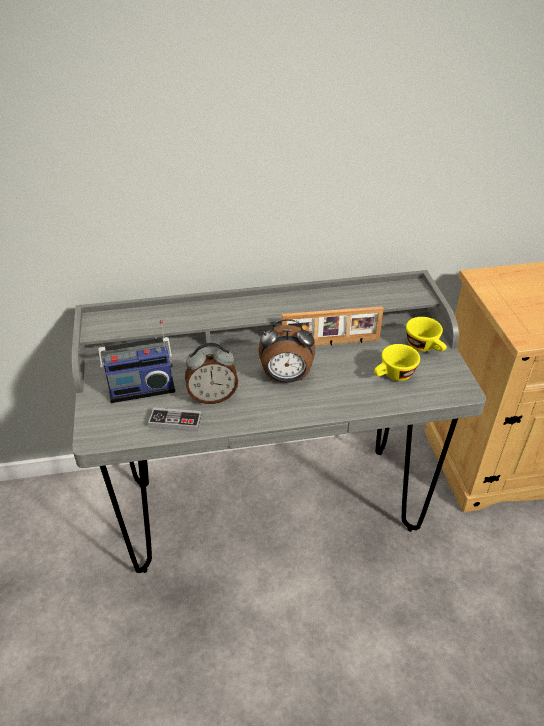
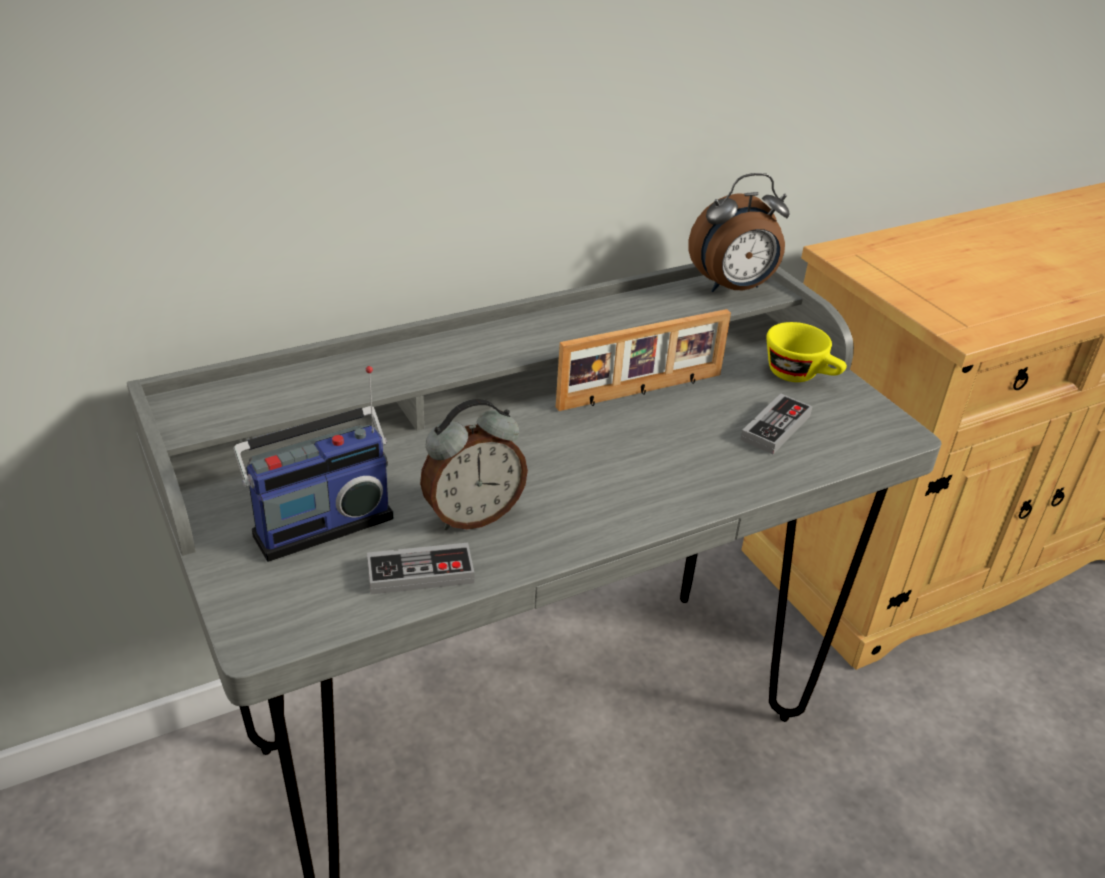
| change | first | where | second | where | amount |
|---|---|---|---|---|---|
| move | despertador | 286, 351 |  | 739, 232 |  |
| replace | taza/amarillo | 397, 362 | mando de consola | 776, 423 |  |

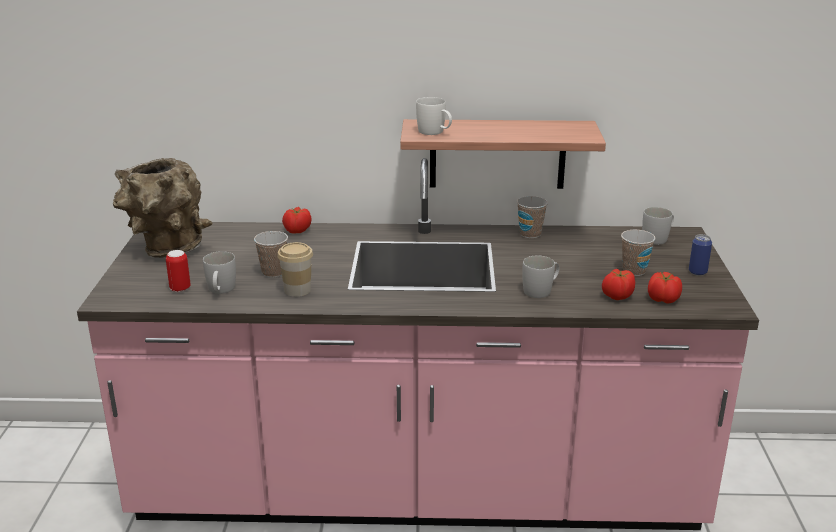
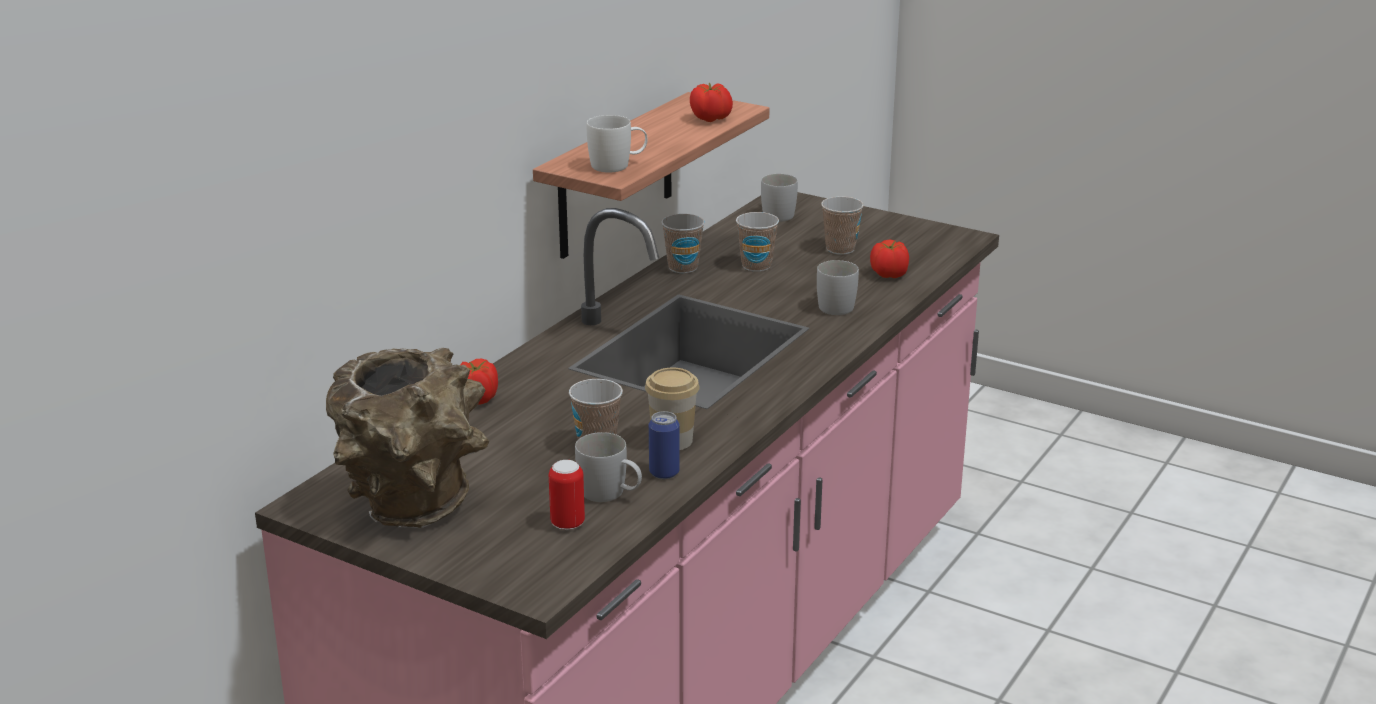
| change | first | where | second | where | amount |
|---|---|---|---|---|---|
| move | lata | 700, 255 |  | 664, 445 |  |
| move | tomate | 665, 288 |  | 711, 102 |  |
| insert |  |  | taza | 757, 242 |  |

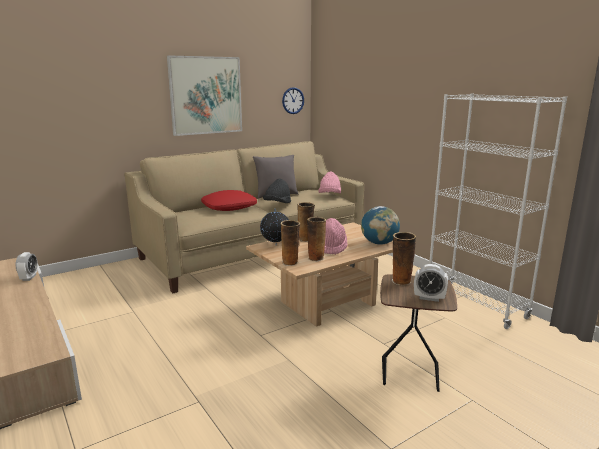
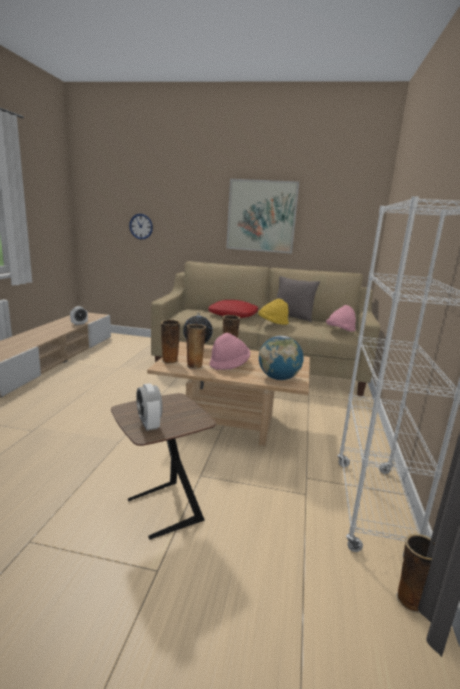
| change | first | where | second | where | amount |
|---|---|---|---|---|---|
| move | reloj de pared | 293, 100 |  | 141, 226 |  |
| recolor | sombrero/negro | 277, 191 | sombrero/amarillo | 273, 312 |  |
| move | florero | 404, 258 |  | 415, 573 |  |

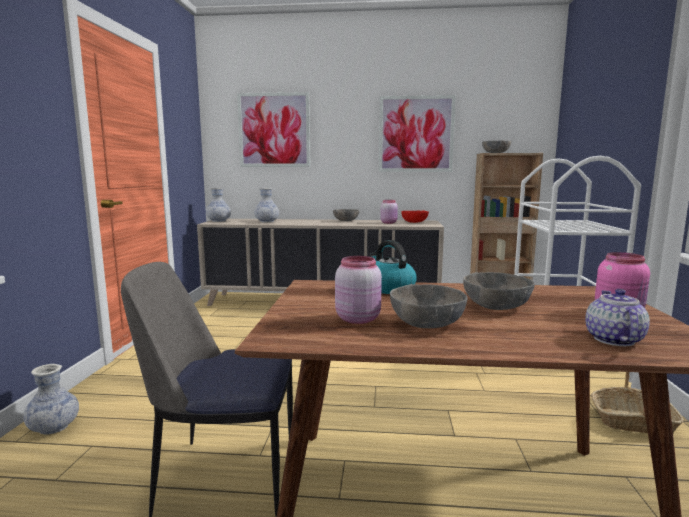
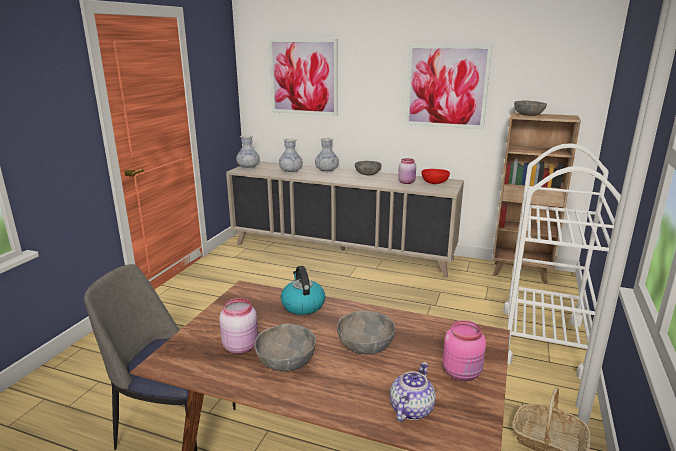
| change | first | where | second | where | amount |
|---|---|---|---|---|---|
| move | florero | 51, 399 |  | 327, 155 |  |

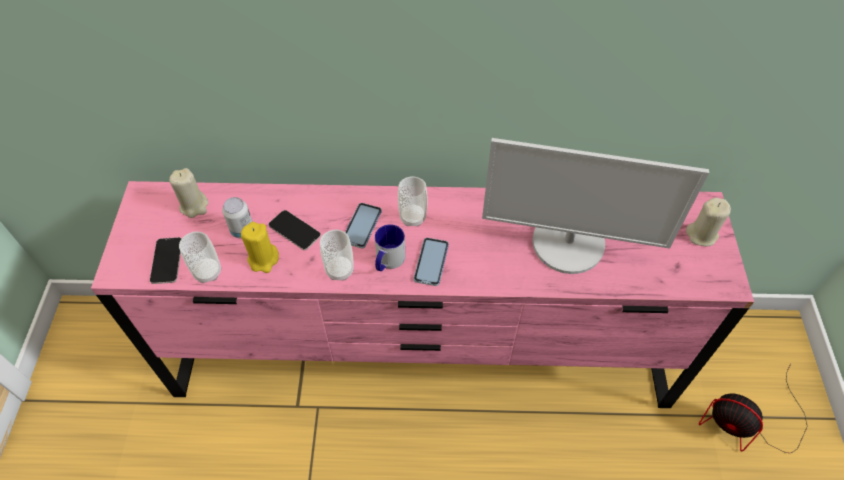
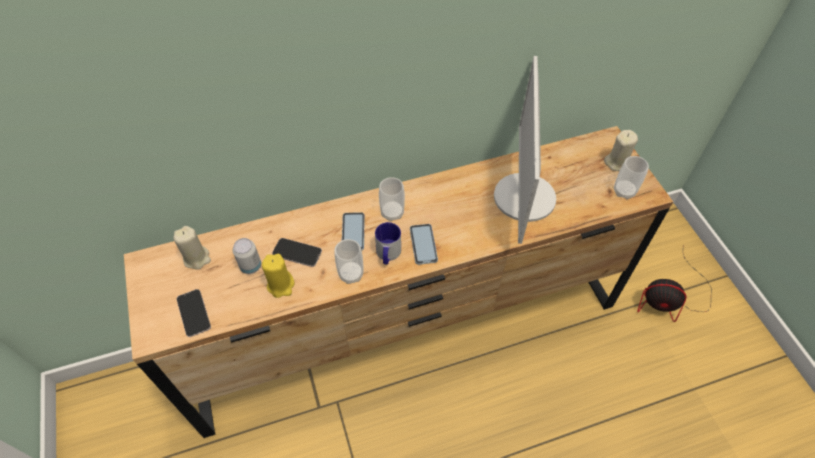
| change | first | where | second | where | amount |
|---|---|---|---|---|---|
| rotate | monitor | 595, 206 |  | 525, 150 | 105 degrees clockwise |
| recolor | cómoda/rosa | 422, 294 | cómoda/marrón | 398, 282 |  |
| move | taza | 200, 257 |  | 631, 178 |  |

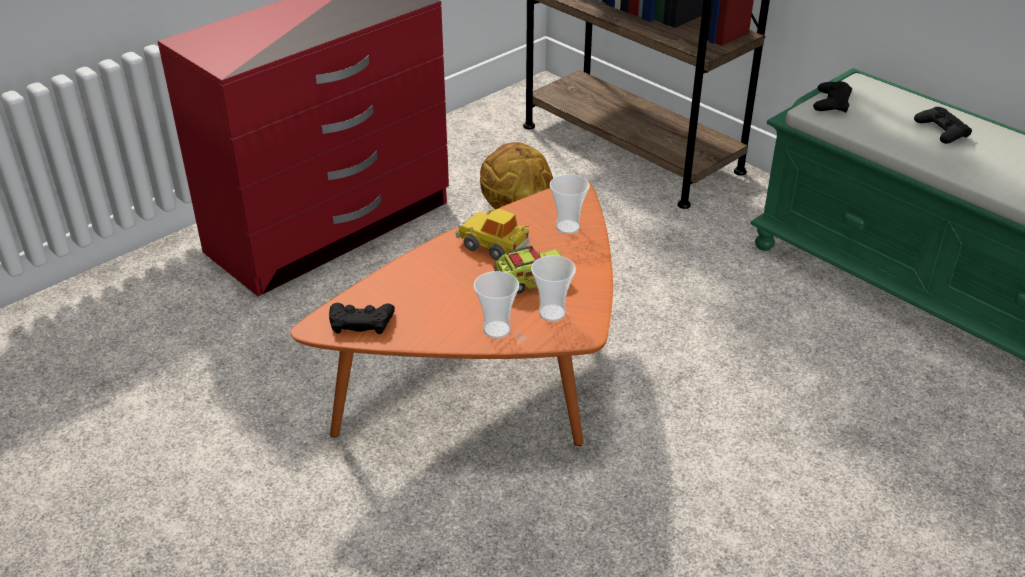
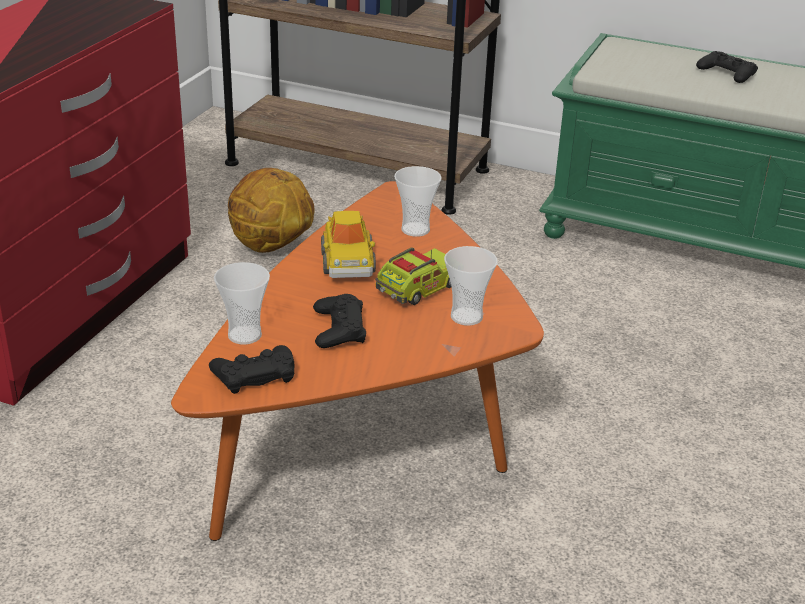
| change | first | where | second | where | amount |
|---|---|---|---|---|---|
| move | mando de consola/negro | 832, 97 |  | 339, 321 |  |
| rotate | coche de juguete | 493, 235 |  | 348, 244 | 105 degrees counterclockwise |
| move | taza | 496, 305 |  | 242, 303 |  |

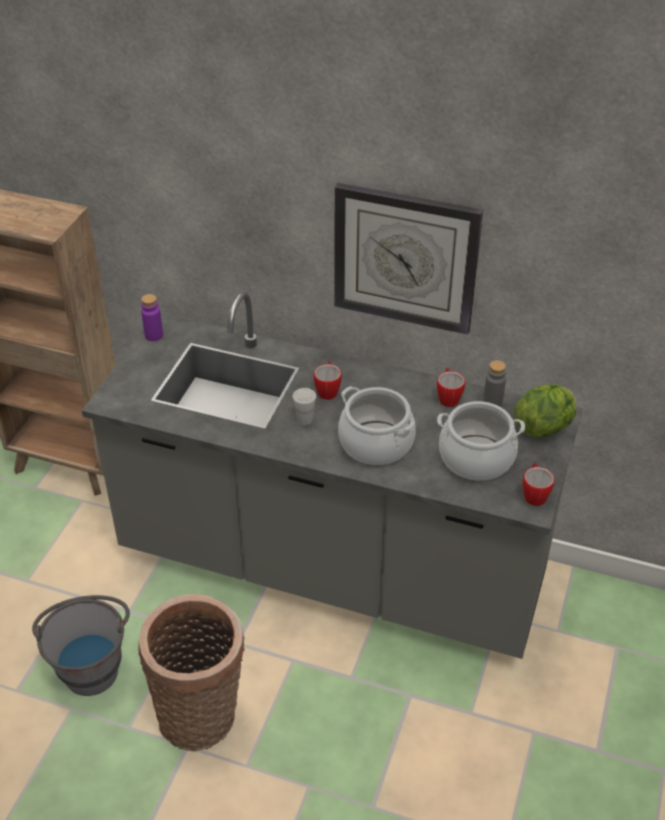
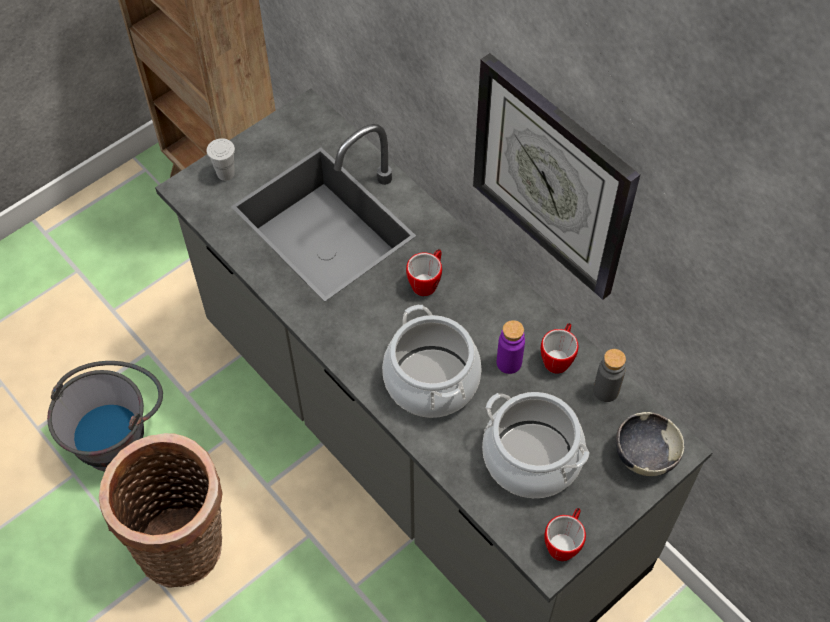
| change | first | where | second | where | amount |
|---|---|---|---|---|---|
| move | botella/morado | 152, 317 |  | 511, 347 |  |
| replace | lechuga | 545, 411 | cuenco | 650, 444 |  |
| move | taza/blanco | 304, 406 |  | 221, 159 |  |

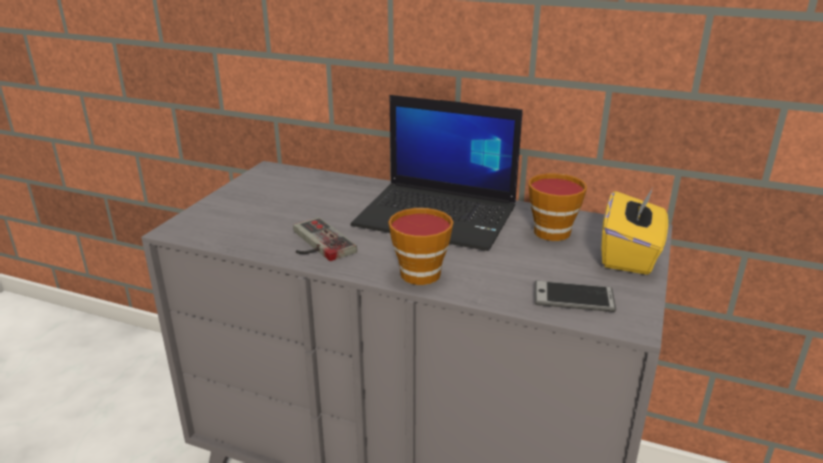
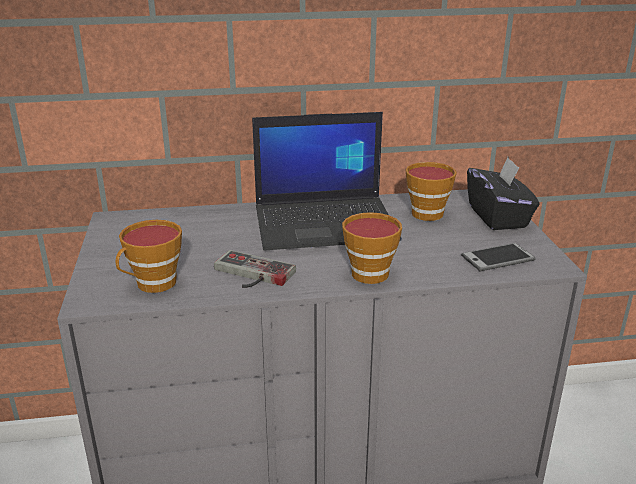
| change | first | where | second | where | amount |
|---|---|---|---|---|---|
| recolor | caja de pañuelos/amarillo | 634, 230 | caja de pañuelos/negro | 503, 193 |  |
| insert |  |  | taza | 149, 256 |  |

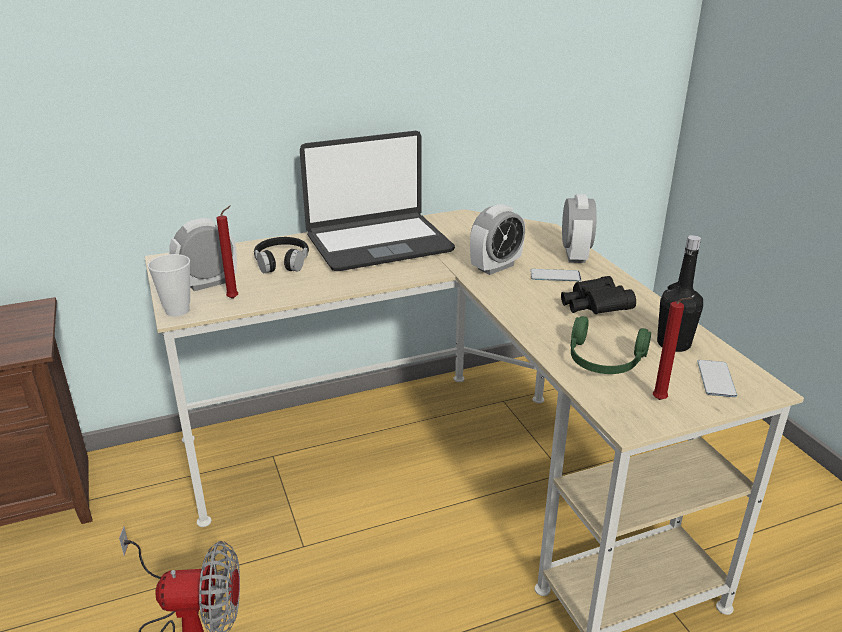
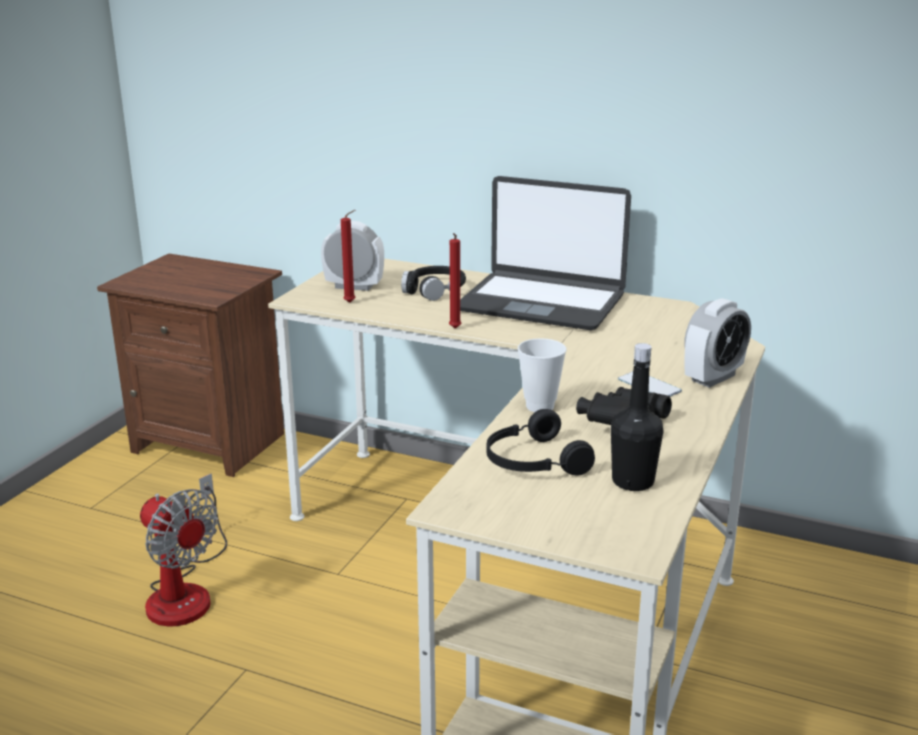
| change | first | where | second | where | amount |
|---|---|---|---|---|---|
| delete | despertador | 497, 239 |  |  |  |
| move | taza | 169, 285 |  | 542, 375 |  |
| move | vela/rojo | 672, 348 |  | 455, 281 |  |
| recolor | auriculares/verde | 610, 345 | auriculares/negro | 540, 442 |  |
| delete | móvil | 717, 378 |  |  |  |

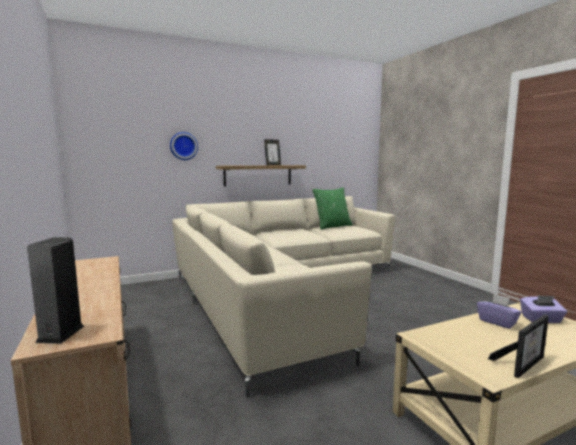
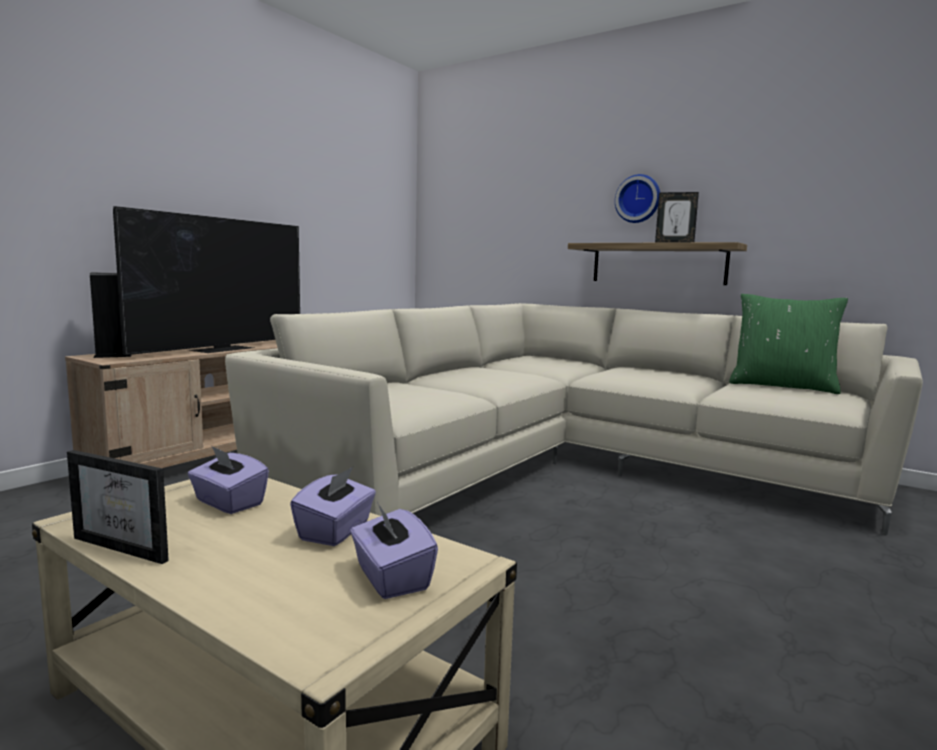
| change | first | where | second | where | amount |
|---|---|---|---|---|---|
| move | reloj de pared | 184, 146 |  | 637, 198 |  |
| insert |  |  | televisor | 206, 280 |  |
| insert |  |  | caja de pañuelos/morado | 228, 480 |  |

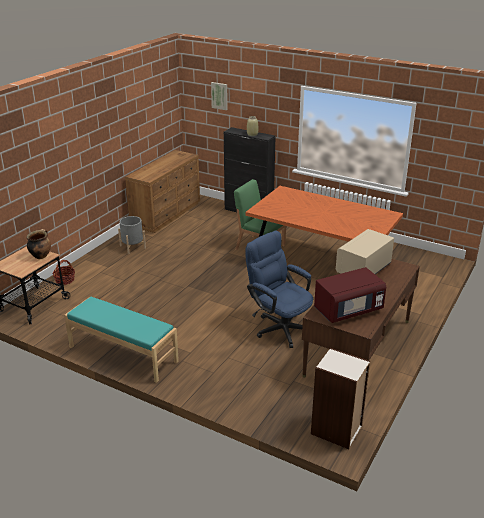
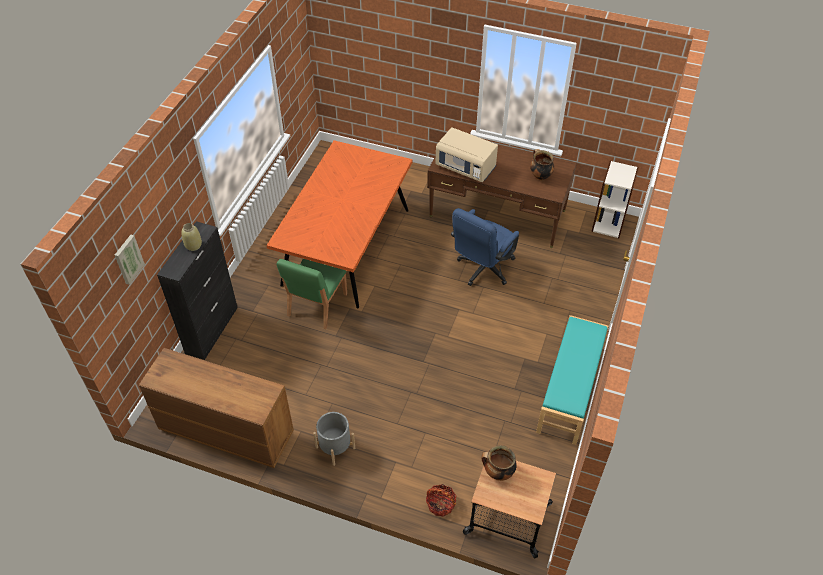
| change | first | where | second | where | amount |
|---|---|---|---|---|---|
| replace | microondas/rojo | 350, 295 | olla | 542, 164 |  |

